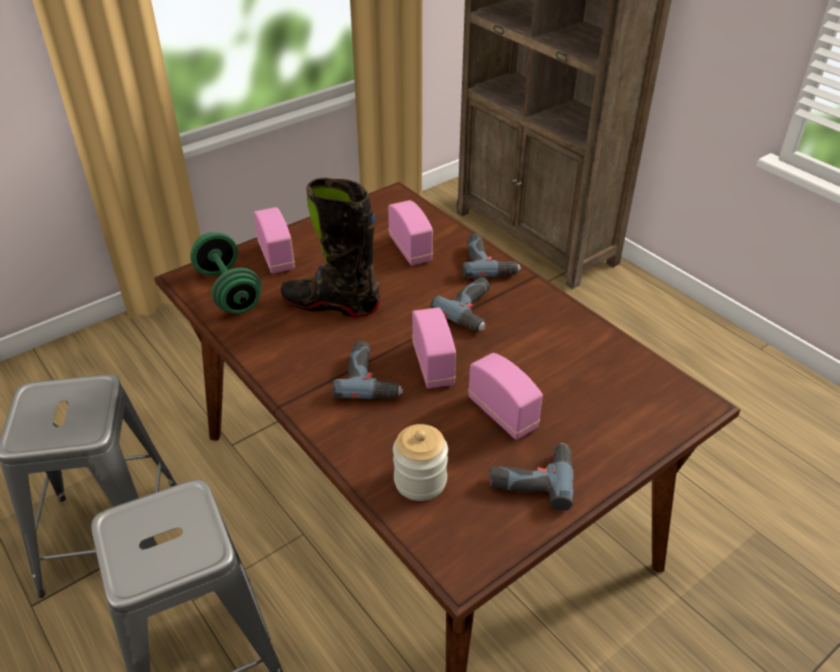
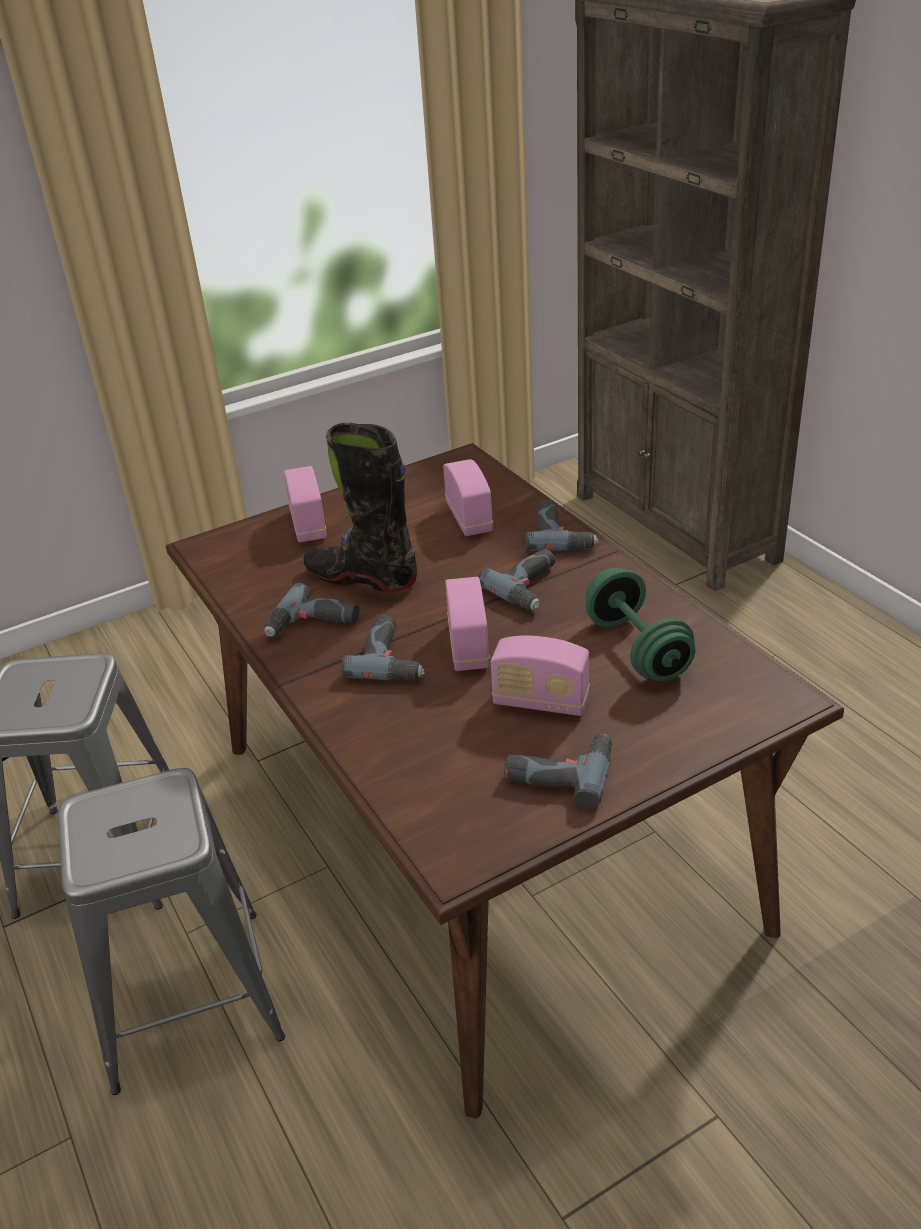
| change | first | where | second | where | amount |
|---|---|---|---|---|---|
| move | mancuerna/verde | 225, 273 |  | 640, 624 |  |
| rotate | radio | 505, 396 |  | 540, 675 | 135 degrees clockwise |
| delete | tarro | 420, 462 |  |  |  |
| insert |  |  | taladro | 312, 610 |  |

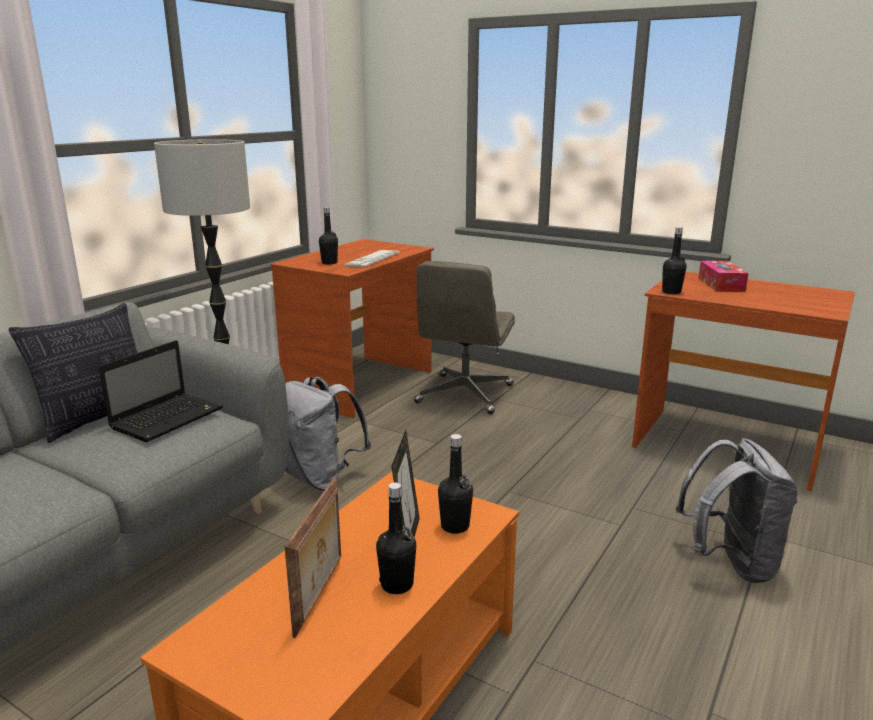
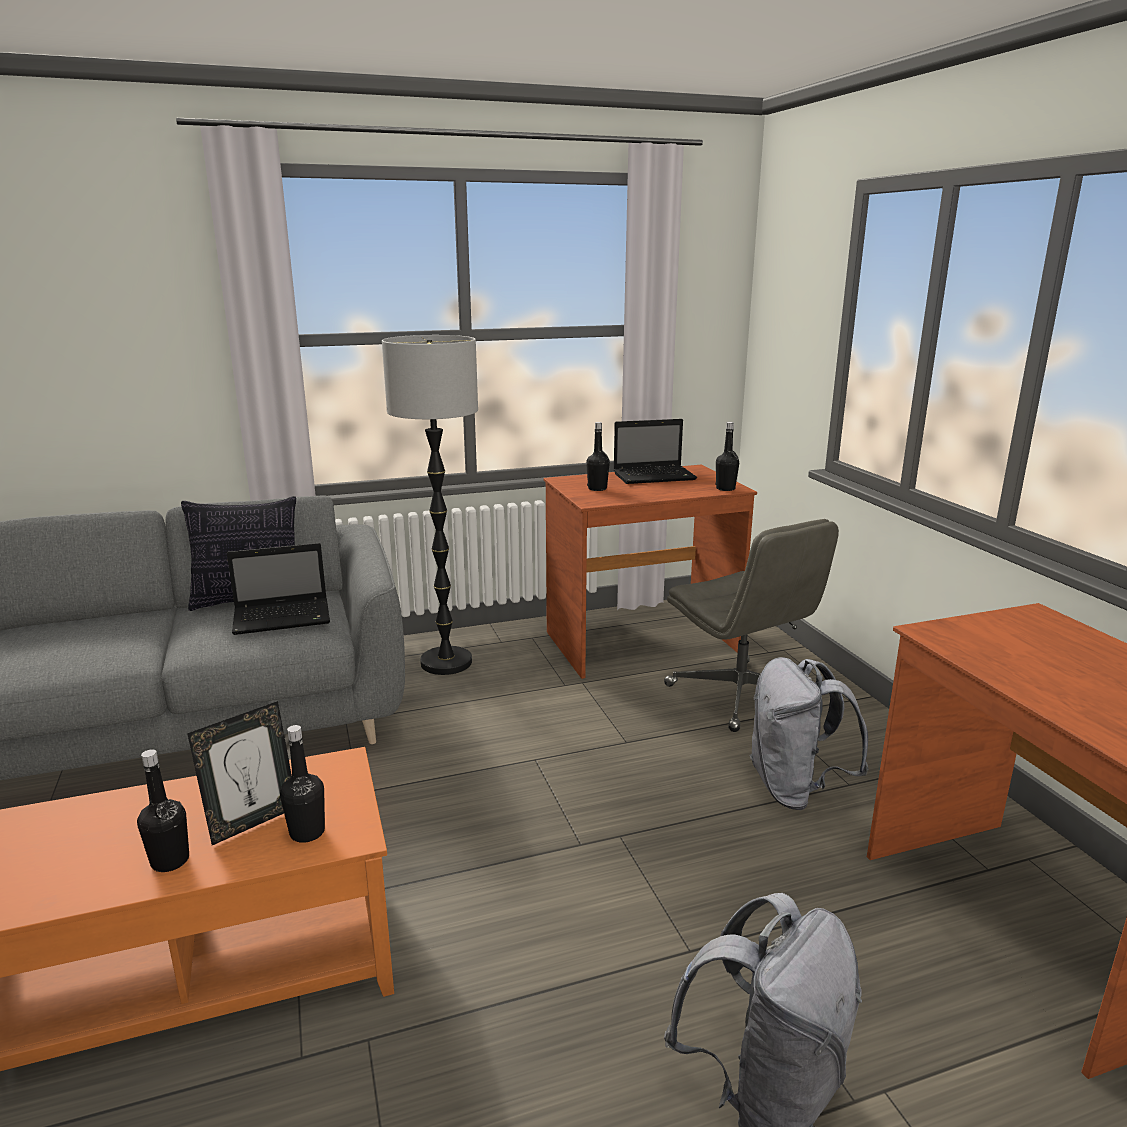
| change | first | where | second | where | amount |
|---|---|---|---|---|---|
| move | botella/negro | 674, 260 |  | 727, 456 |  |
| delete | teclado | 372, 258 |  |  |  |
| rotate | silla de oficina/gris | 464, 337 |  | 751, 625 | 90 degrees counterclockwise |
| delete | caja de pañuelos | 723, 276 |  |  |  |
| move | mochila/gris | 328, 434 |  | 808, 733 |  |
| delete | portarretratos | 313, 557 |  |  |  |
| insert |  |  | portátil | 655, 451 |  |

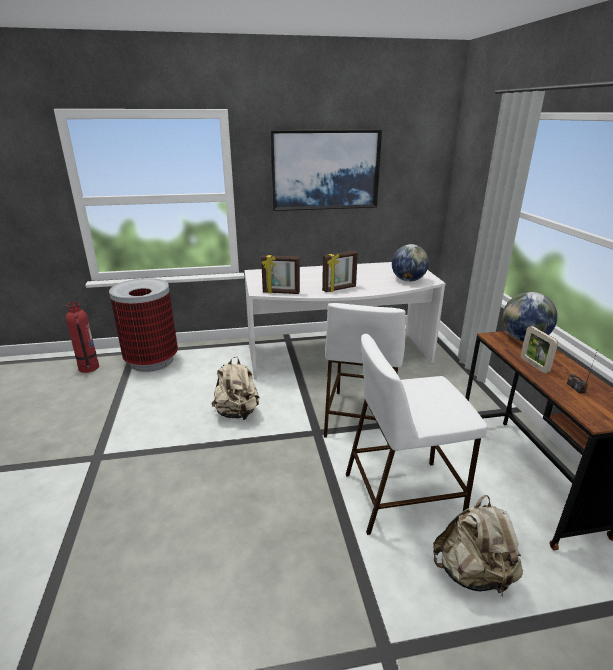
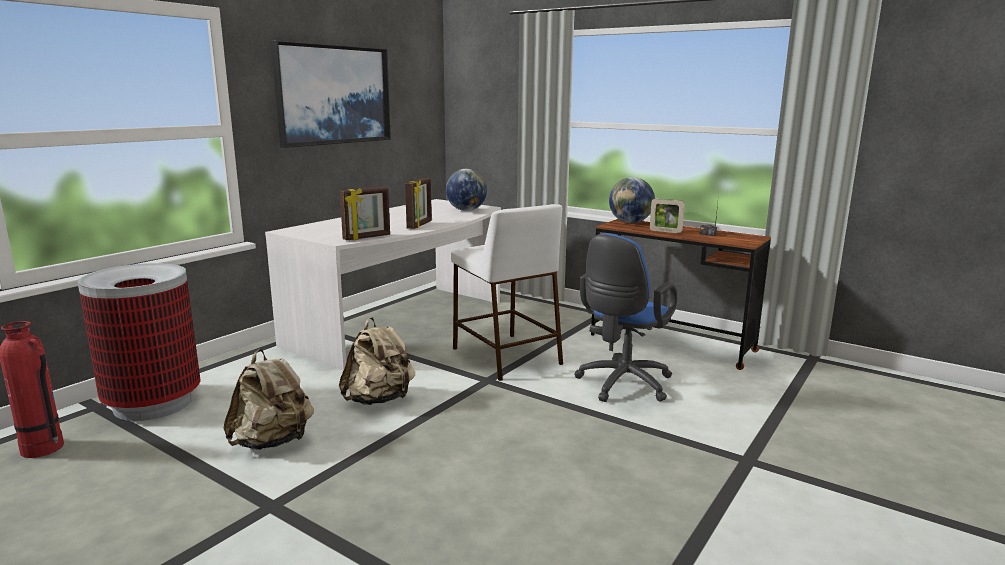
| change | first | where | second | where | amount |
|---|---|---|---|---|---|
| replace | taburete/blanco | 416, 434 | silla de oficina/azul | 625, 317 |  |
| move | mochila/beis | 478, 545 |  | 269, 399 |  |

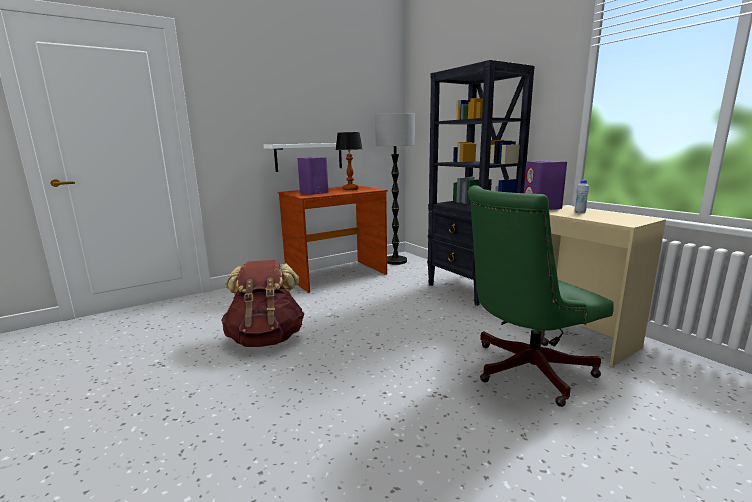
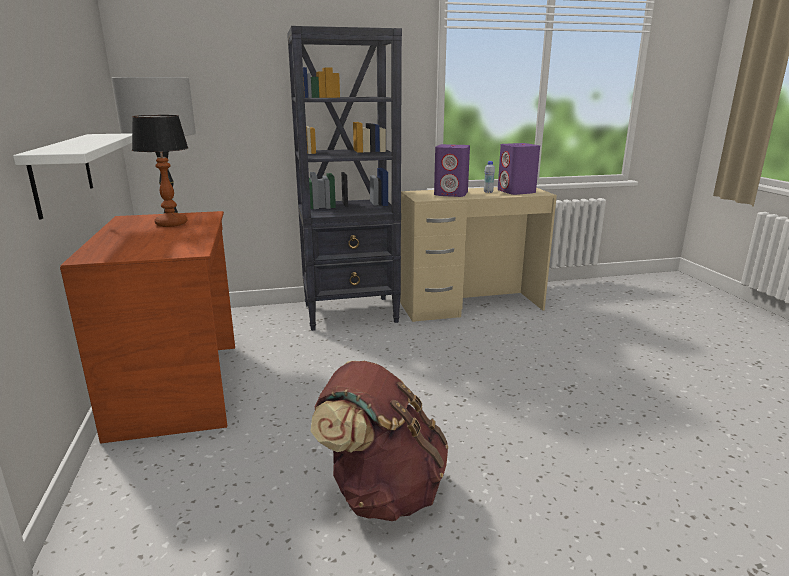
| change | first | where | second | where | amount |
|---|---|---|---|---|---|
| move | altavoz/morado | 313, 176 |  | 519, 169 |  |
| delete | silla de oficina/verde | 541, 296 |  |  |  |

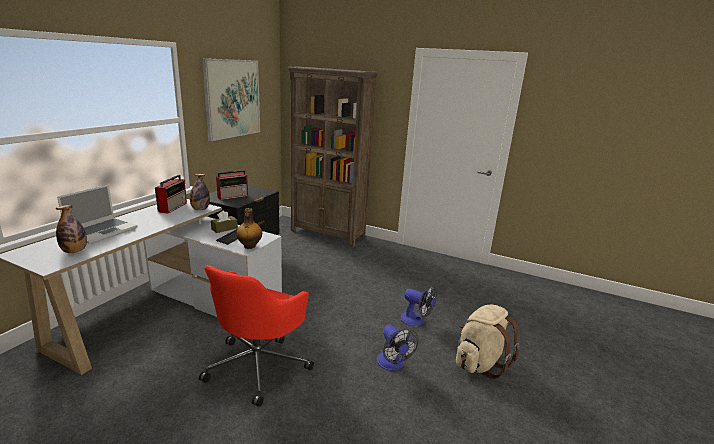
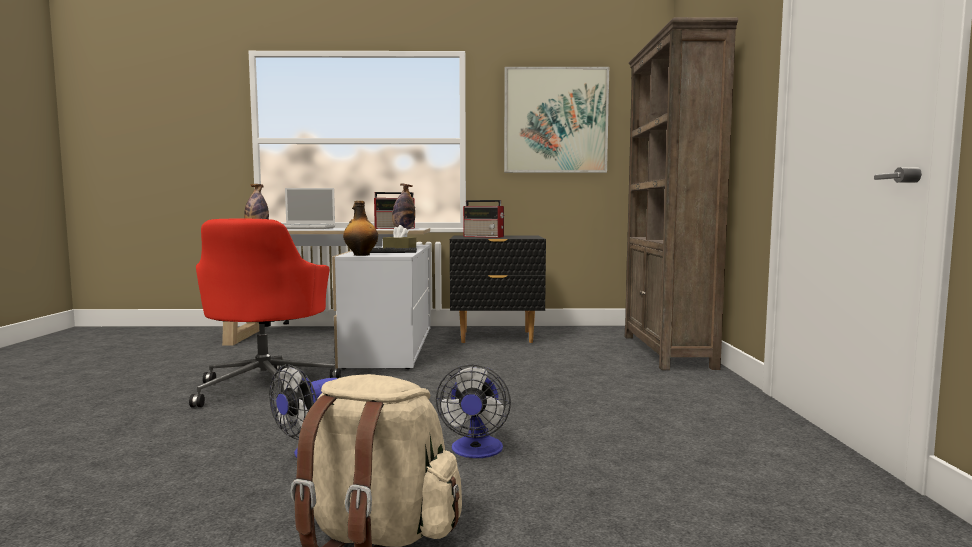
| change | first | where | second | where | amount |
|---|---|---|---|---|---|
| rotate | silla de oficina/rojo | 256, 336 |  | 265, 312 | 90 degrees counterclockwise |

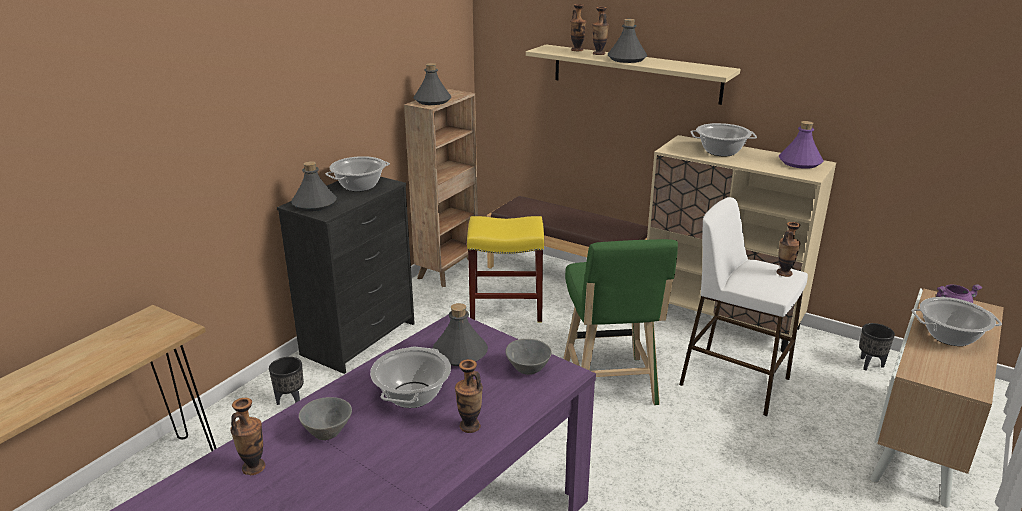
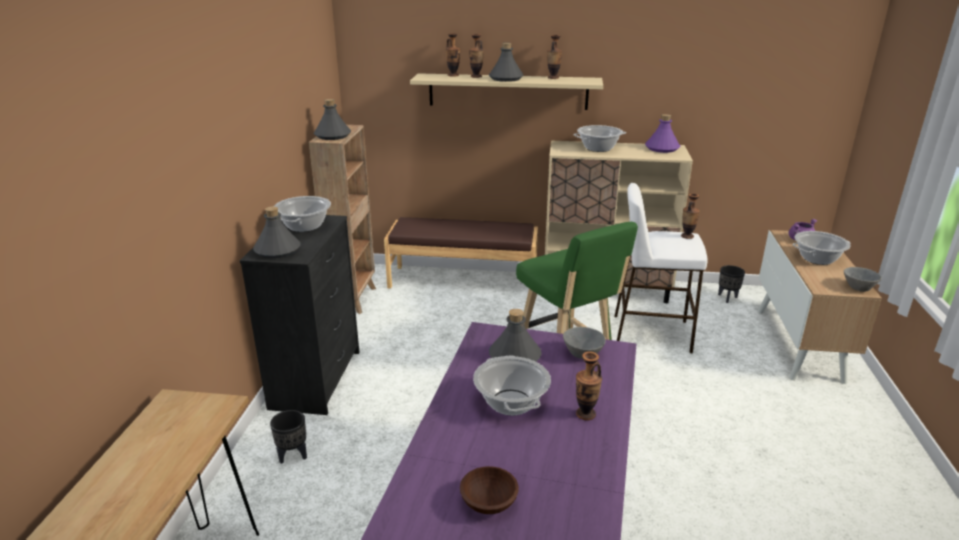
| change | first | where | second | where | amount |
|---|---|---|---|---|---|
| delete | taburete/amarillo | 505, 269 |  |  |  |
| move | cuenco/gris | 325, 418 |  | 863, 279 |  |
| move | florero | 247, 436 |  | 554, 57 |  |
| insert |  |  | cuenco/marrón | 489, 490 |  |

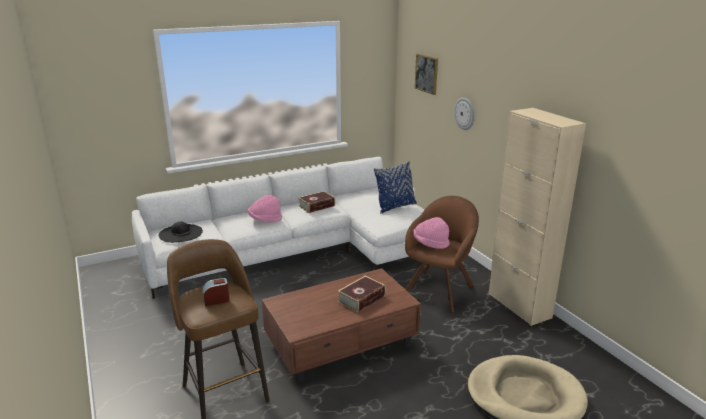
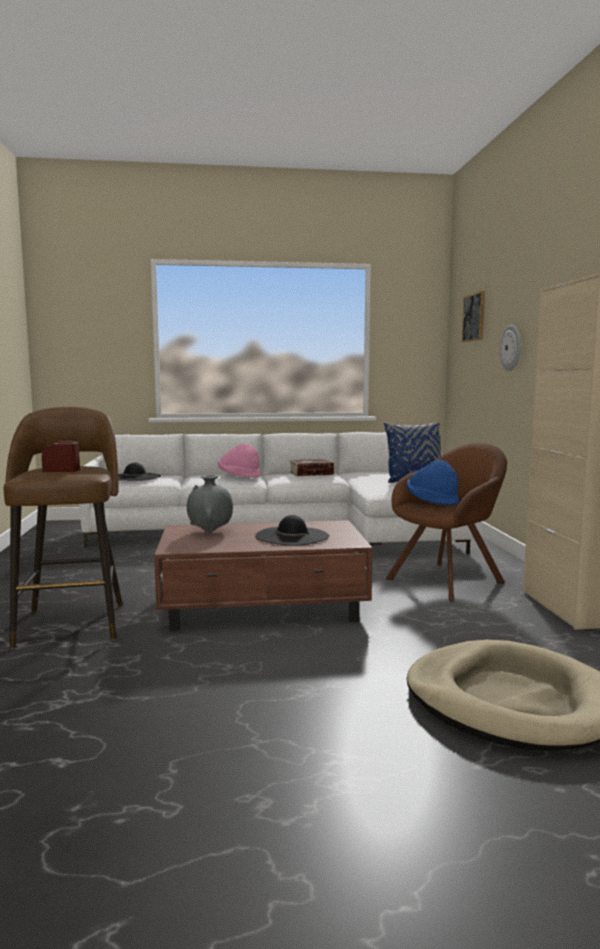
| change | first | where | second | where | amount |
|---|---|---|---|---|---|
| recolor | sombrero/rosa | 431, 233 | sombrero/azul | 433, 482 |  |
| replace | libro | 362, 294 | sombrero/negro | 292, 530 |  |
| insert |  |  | florero/gris | 210, 504 |  |

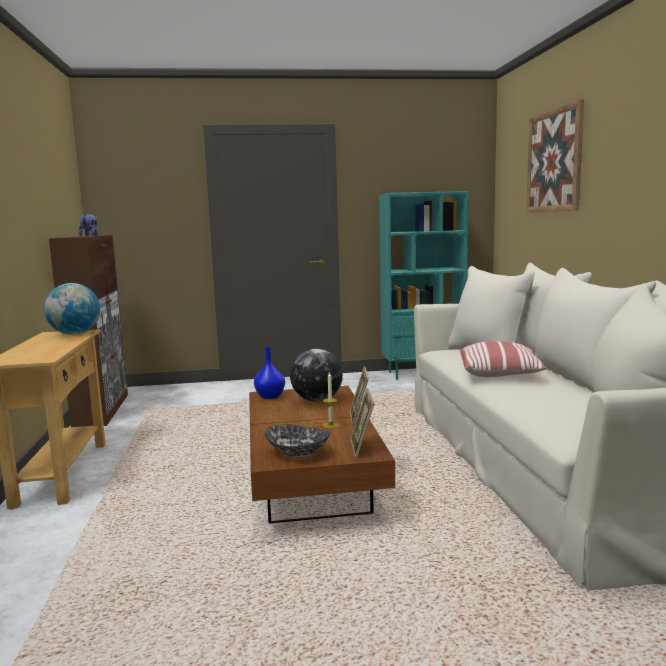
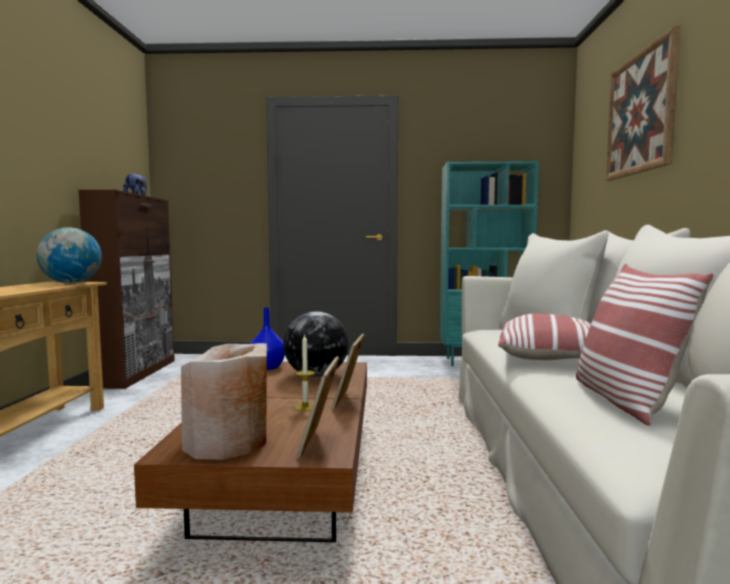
| change | first | where | second | where | amount |
|---|---|---|---|---|---|
| replace | cuenco | 297, 441 | florero/beis | 224, 401 |  |
| insert |  |  | cojín | 644, 345 |  |

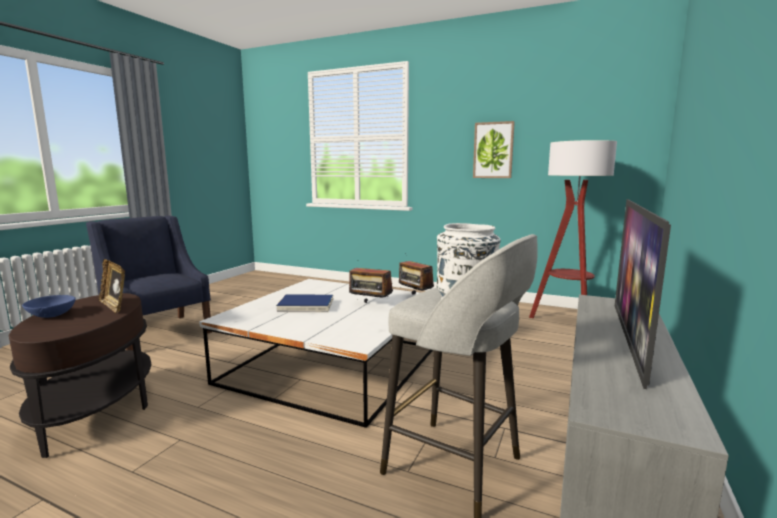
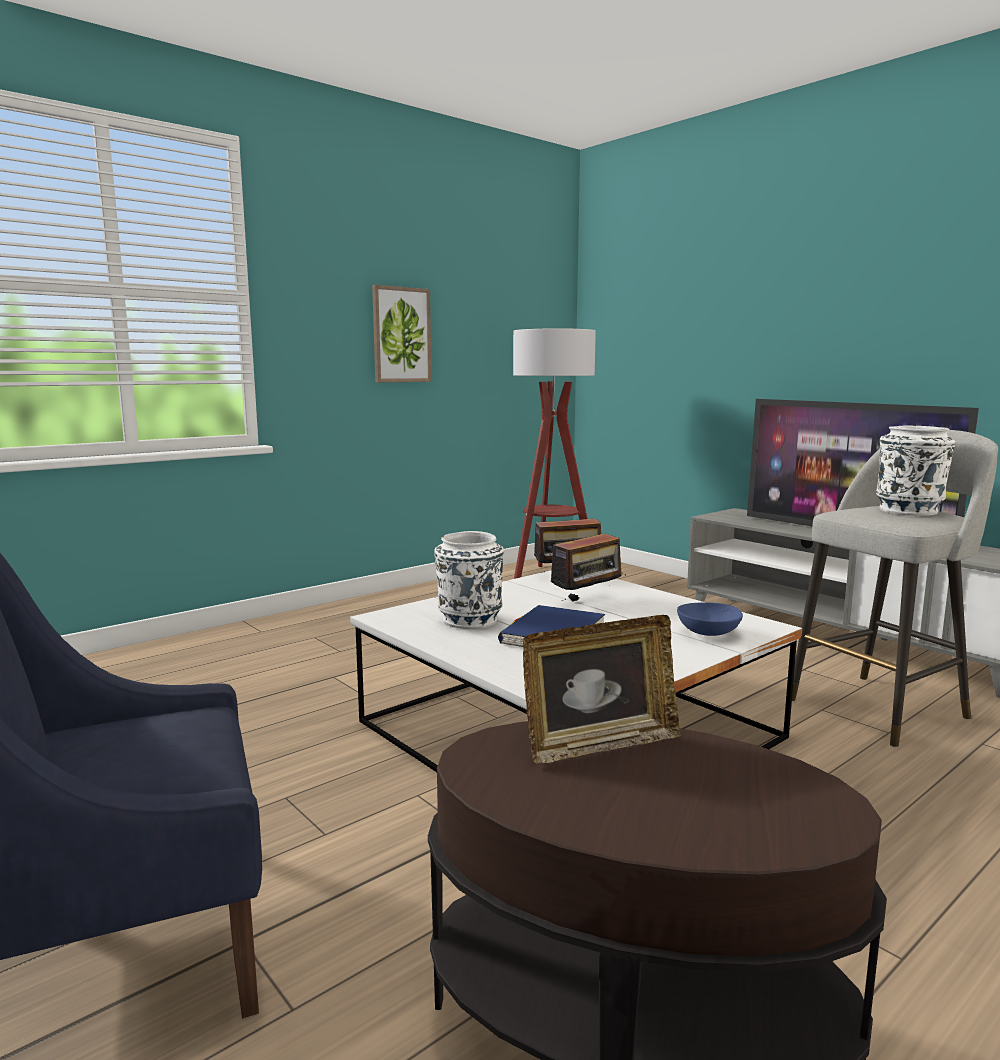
| change | first | where | second | where | amount |
|---|---|---|---|---|---|
| move | cuenco/azul | 49, 306 |  | 710, 619 |  |
| insert |  |  | florero/blanco | 469, 580 |  |

